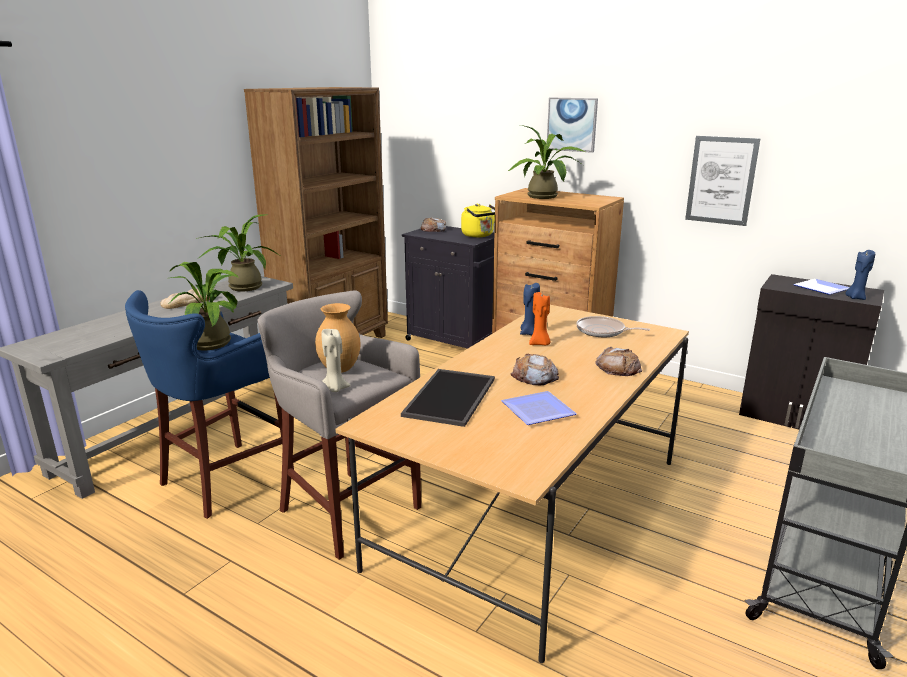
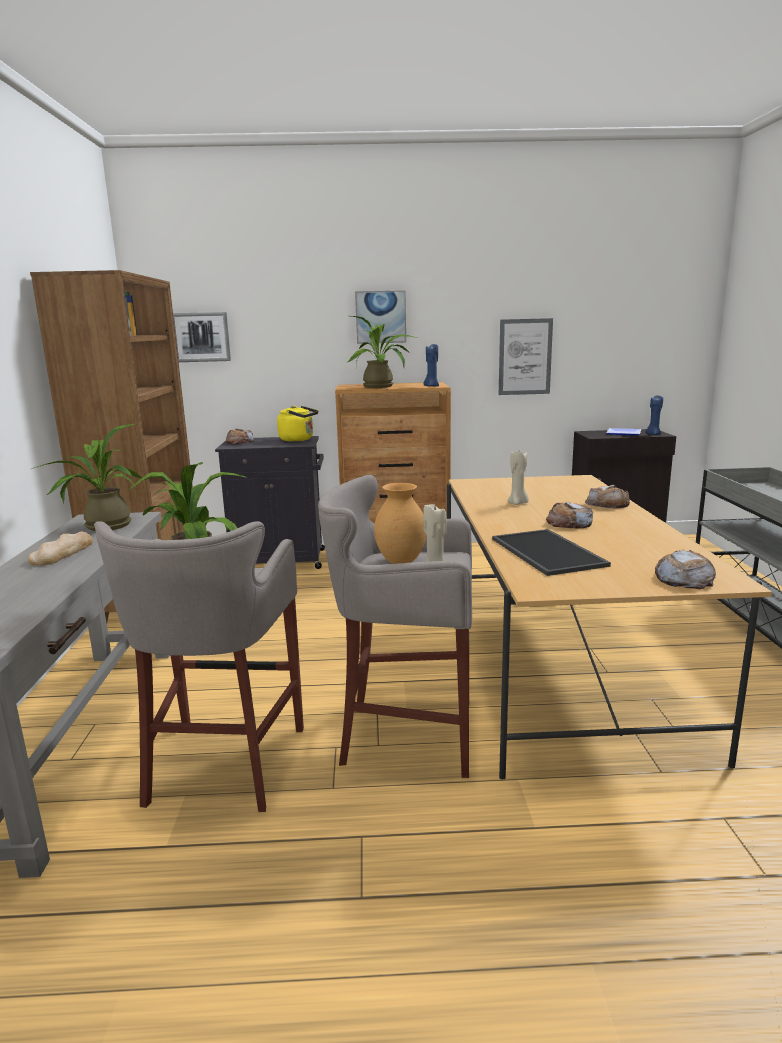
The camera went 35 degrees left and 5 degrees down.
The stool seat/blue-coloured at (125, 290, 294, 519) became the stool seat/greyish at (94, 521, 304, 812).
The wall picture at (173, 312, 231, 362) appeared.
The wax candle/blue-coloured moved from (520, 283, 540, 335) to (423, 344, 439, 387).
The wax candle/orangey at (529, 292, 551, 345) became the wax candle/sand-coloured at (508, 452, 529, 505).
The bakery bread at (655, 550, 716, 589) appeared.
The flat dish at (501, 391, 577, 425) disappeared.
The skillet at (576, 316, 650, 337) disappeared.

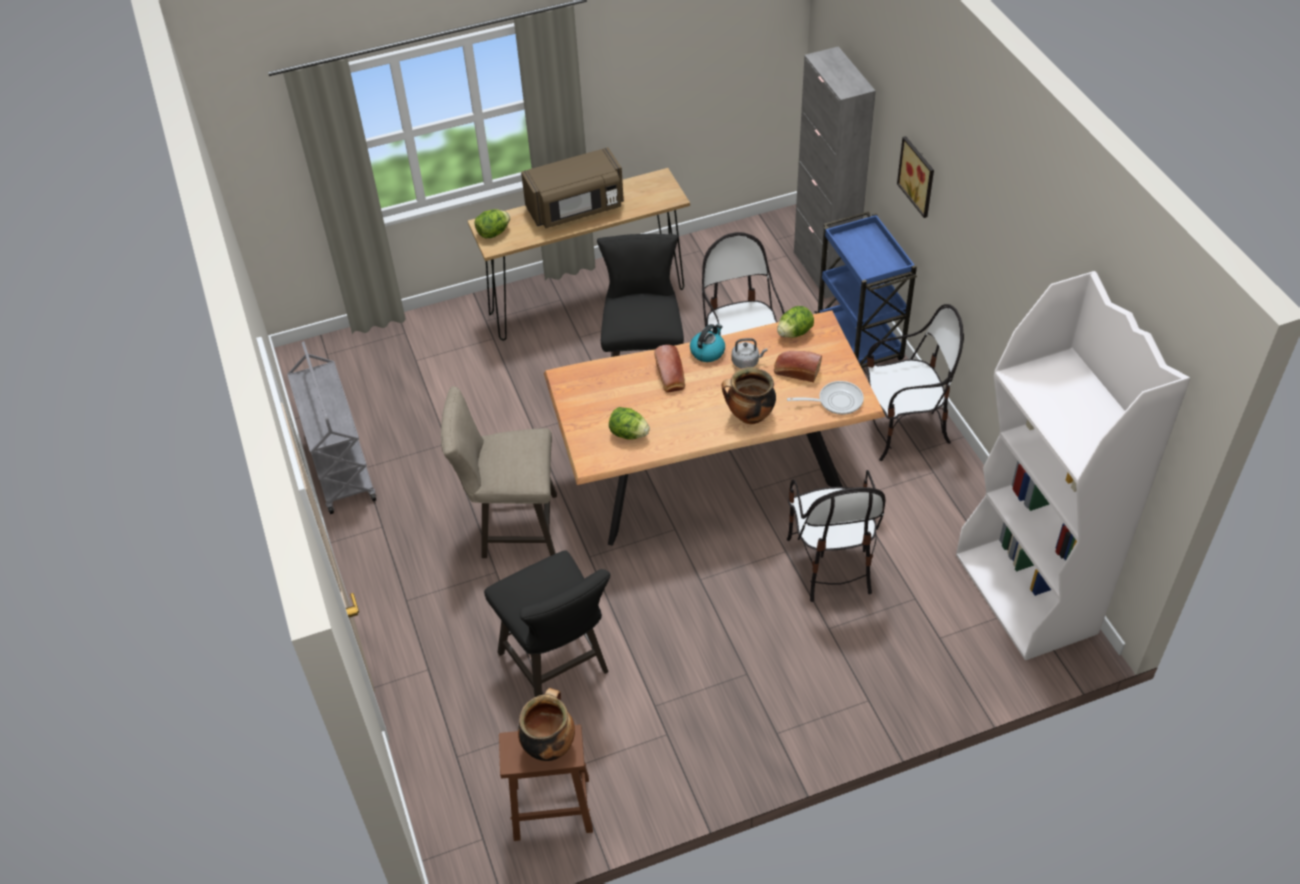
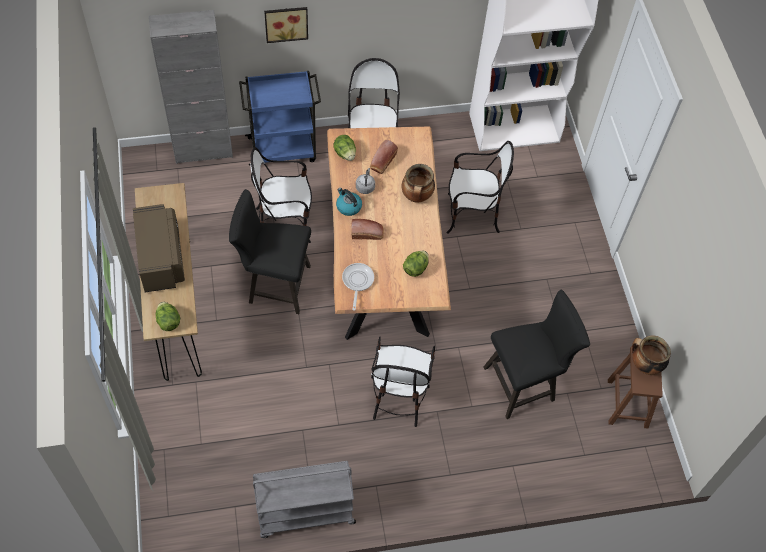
The camera went 85 degrees left and 10 degrees up.
The skillet moved from (787, 381, 864, 415) to (342, 263, 374, 310).
The stool seat/sand-coloured at (441, 386, 557, 558) was replaced by the upright chair at (371, 337, 435, 427).

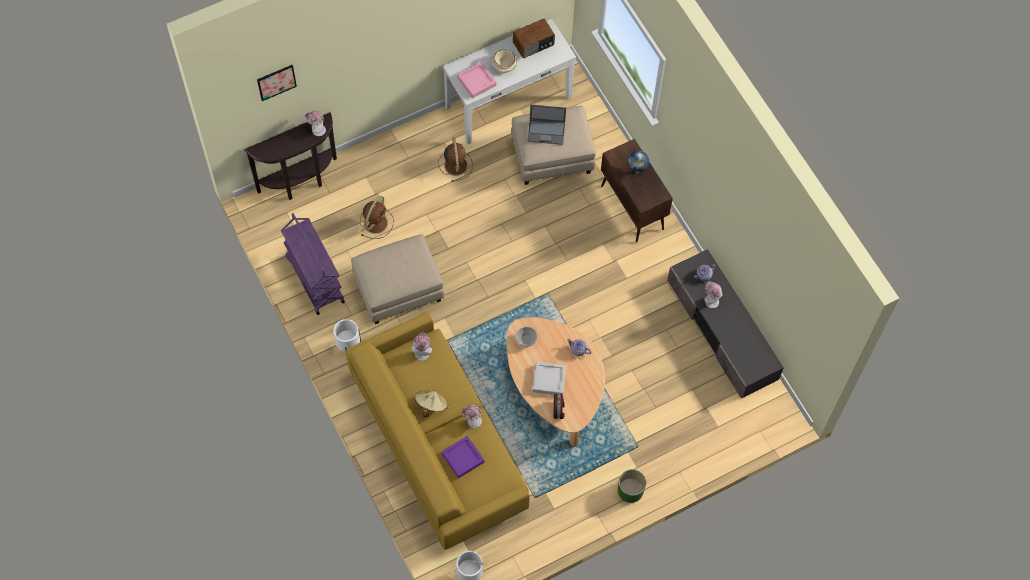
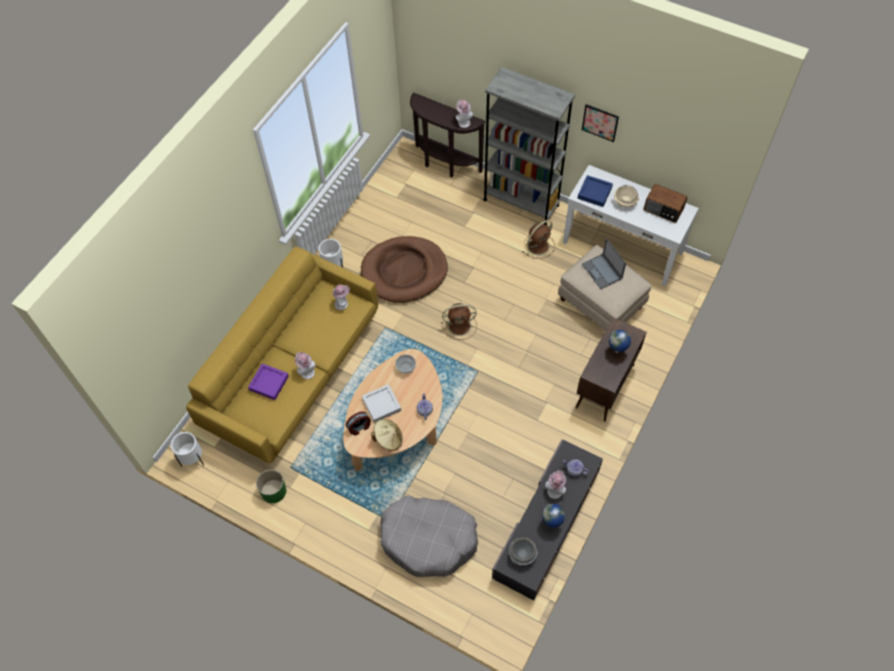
The camera went 60 degrees right and 5 degrees down.
The flower pot/green-coloured moved from (618, 469, 646, 503) to (256, 470, 286, 503).
The pouffe/sand-coloured at (351, 234, 444, 324) was replaced by the dog bed/brown at (361, 236, 448, 303).
The hat/sand-coloured moved from (415, 390, 448, 417) to (371, 419, 403, 451).
The dog bed/greyish at (380, 495, 478, 577) appeared.
The cooling fan/brown moved from (360, 196, 394, 239) to (441, 303, 477, 340).
The bookcase/greyish at (483, 67, 575, 226) appeared.
The deep dish/greyish at (509, 537, 538, 566) appeared.
The world globe at (542, 504, 565, 528) appeared.
The carrying tray/pinkish at (457, 62, 496, 98) became the carrying tray/blue-coloured at (577, 175, 613, 207).
The wall picture moved from (257, 65, 297, 101) to (582, 104, 619, 142).
The trolley/purplish at (281, 213, 345, 315) disappeared.

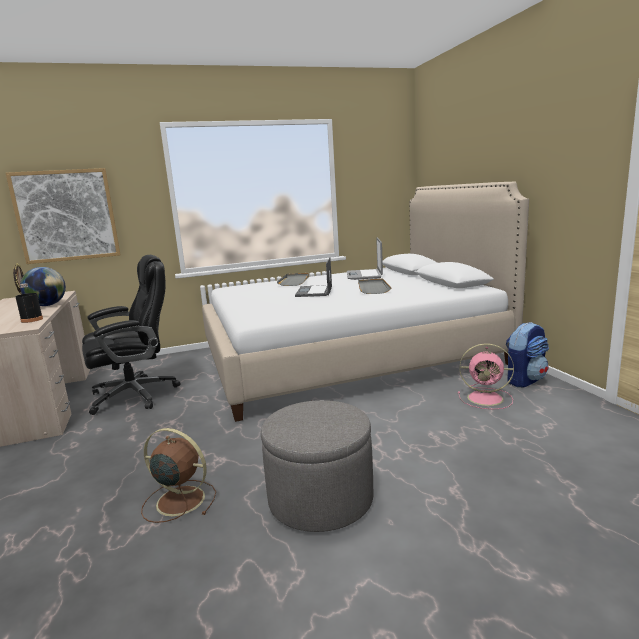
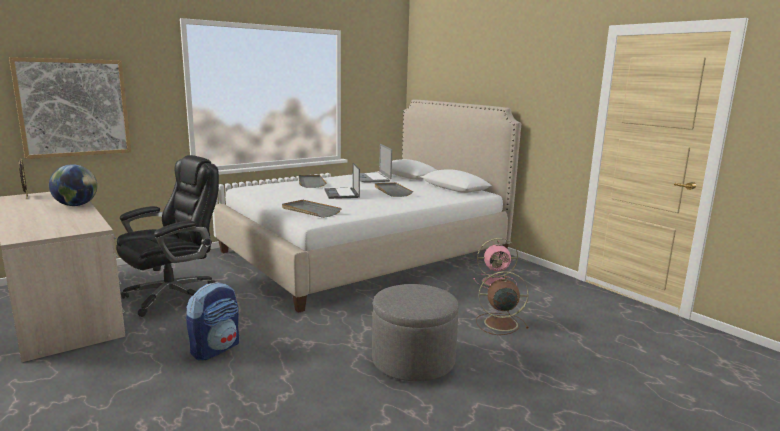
The camera went 20 degrees left and 0 degrees up.
The rucksack moved from (506, 322, 549, 387) to (186, 282, 239, 360).
The carrying tray/greyish at (282, 200, 342, 218) appeared.
The cooling fan/brown moved from (141, 428, 216, 523) to (476, 271, 529, 335).
The bottle/blackish at (15, 283, 43, 323) disappeared.

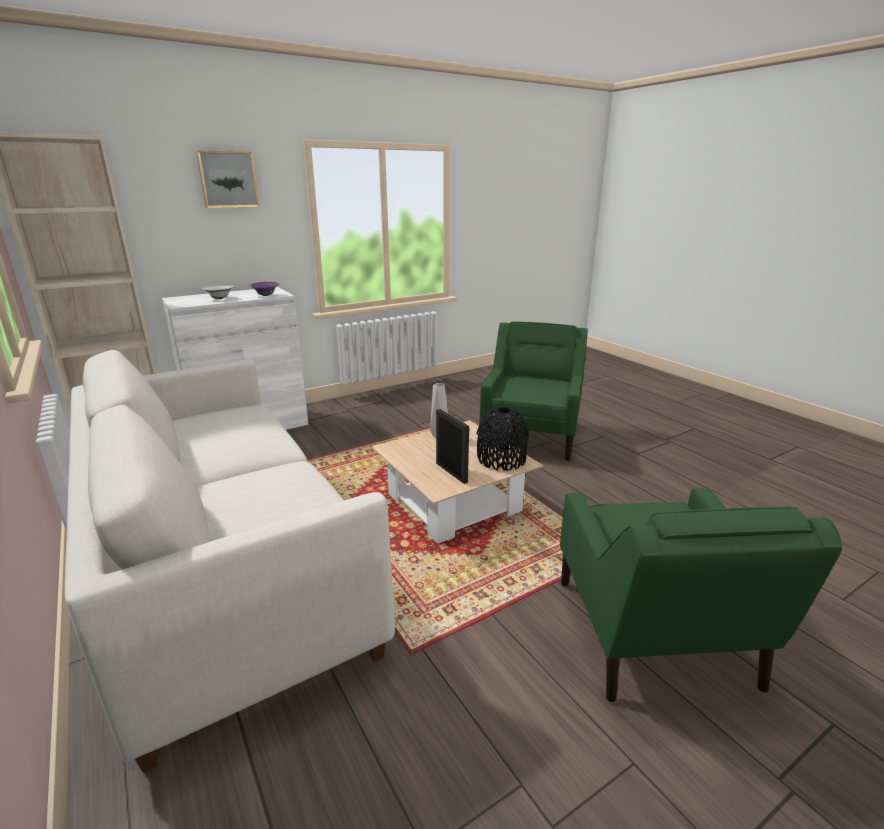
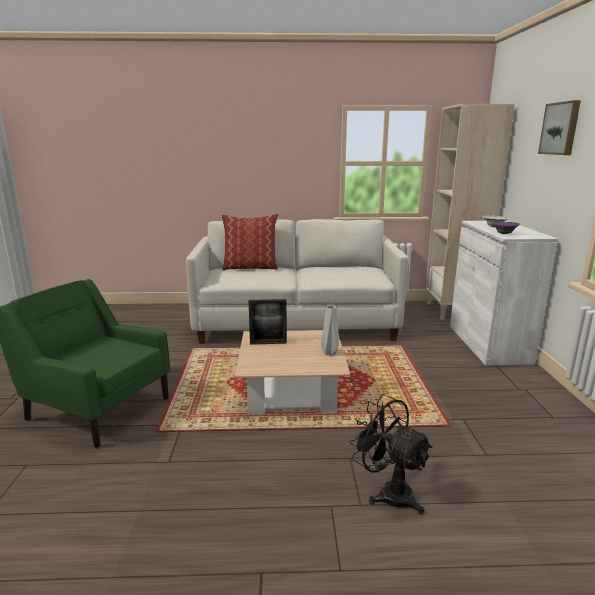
The camera went 120 degrees right and 5 degrees down.
The cushion at (222, 214, 278, 270) appeared.
The lounge chair/green-coloured at (479, 321, 588, 461) was replaced by the cooling fan/blackish at (349, 394, 433, 515).
The flower vase/blackish at (476, 407, 529, 471) disappeared.

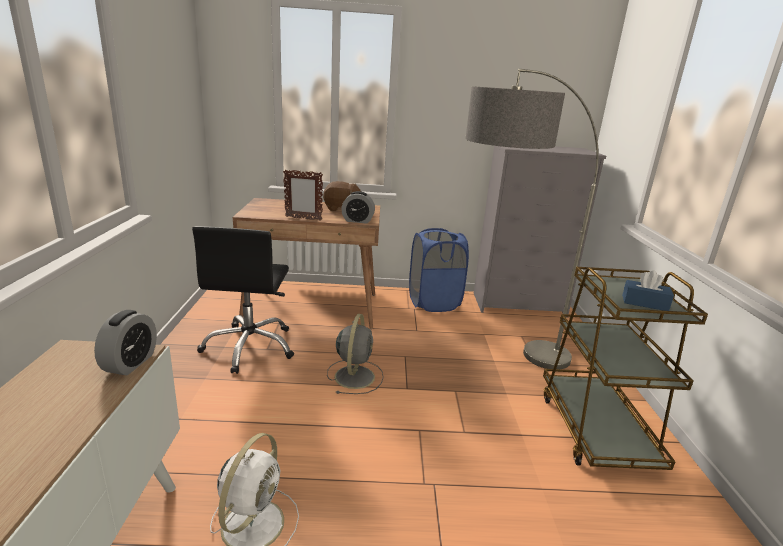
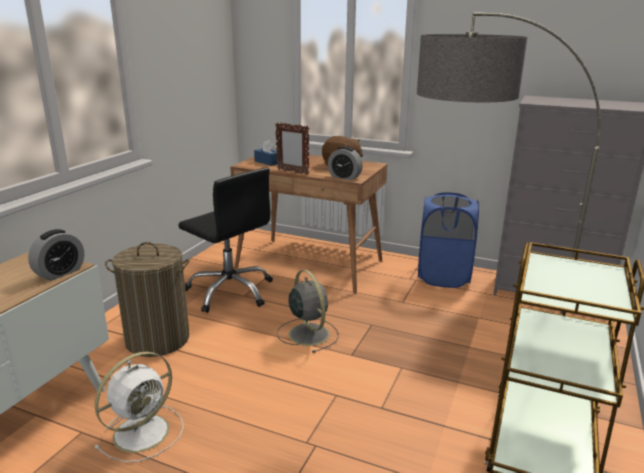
The camera went 25 degrees right and 0 degrees up.
The laundry basket at (105, 242, 190, 357) appeared.
The computer chair/blackish at (192, 226, 294, 374) turned 75 degrees counterclockwise.
The box of tissues/blue-coloured moved from (622, 271, 674, 311) to (254, 140, 280, 166).
The cooling fan/greyish at (327, 314, 384, 394) turned 60 degrees counterclockwise.

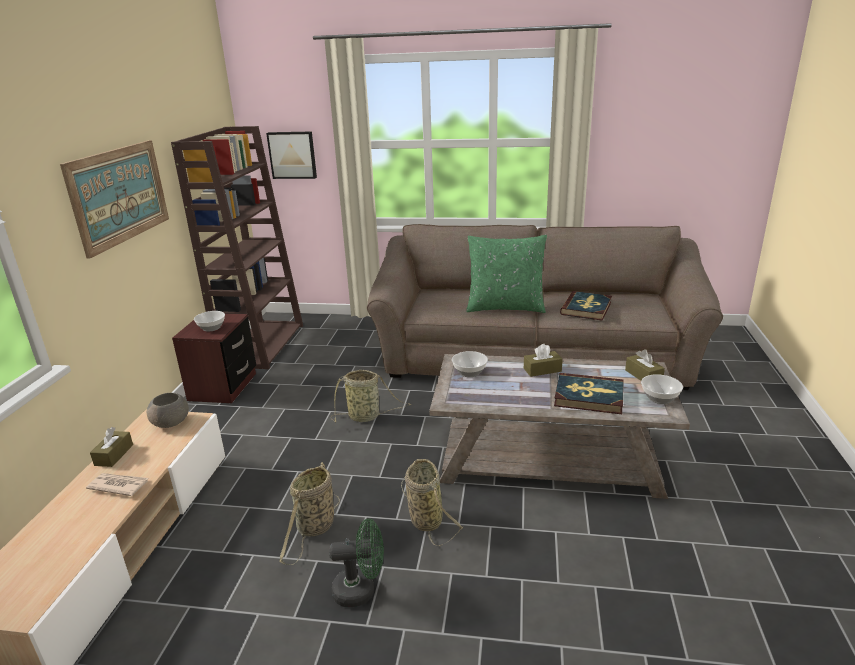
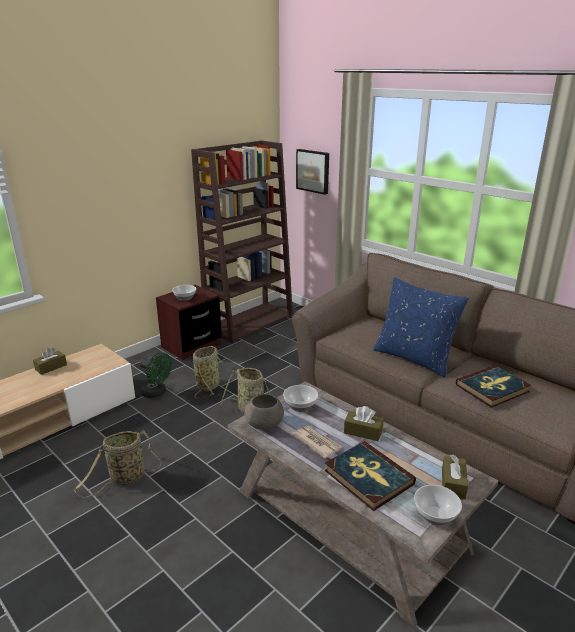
The camera went 35 degrees right and 0 degrees up.
The cooling fan/green-coloured moved from (329, 518, 384, 607) to (140, 352, 172, 398).
The basket moved from (401, 459, 464, 546) to (193, 346, 222, 398).
The deep dish/greyish moved from (147, 393, 189, 428) to (245, 394, 284, 430).
The newspaper moved from (86, 473, 148, 496) to (292, 425, 342, 458).
The cushion/green-coloured at (466, 235, 547, 313) became the cushion/blue-coloured at (373, 277, 469, 377).
The wall picture at (60, 140, 169, 259) disappeared.

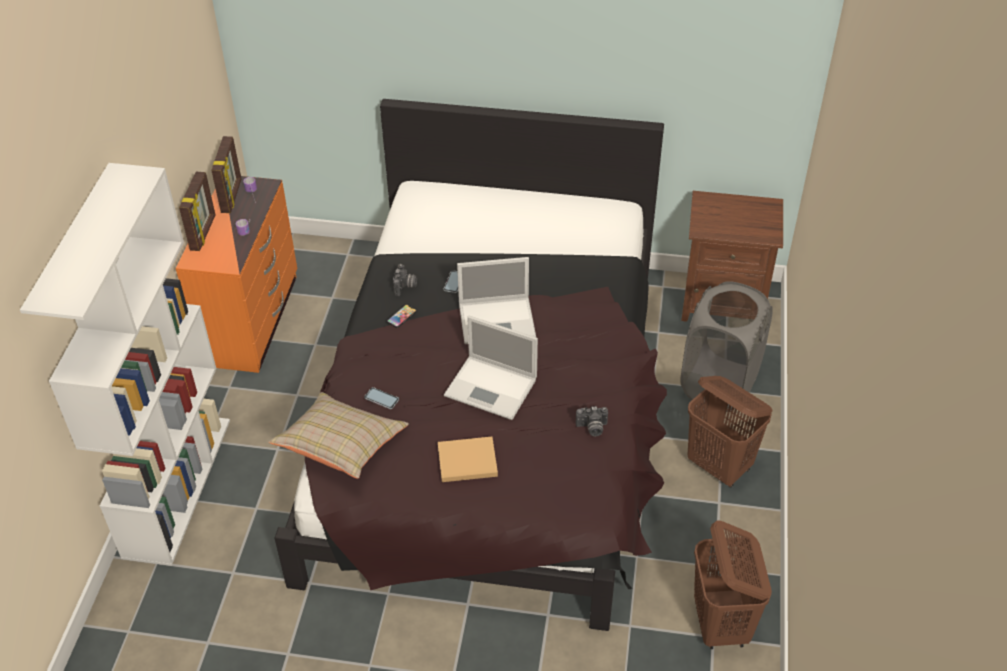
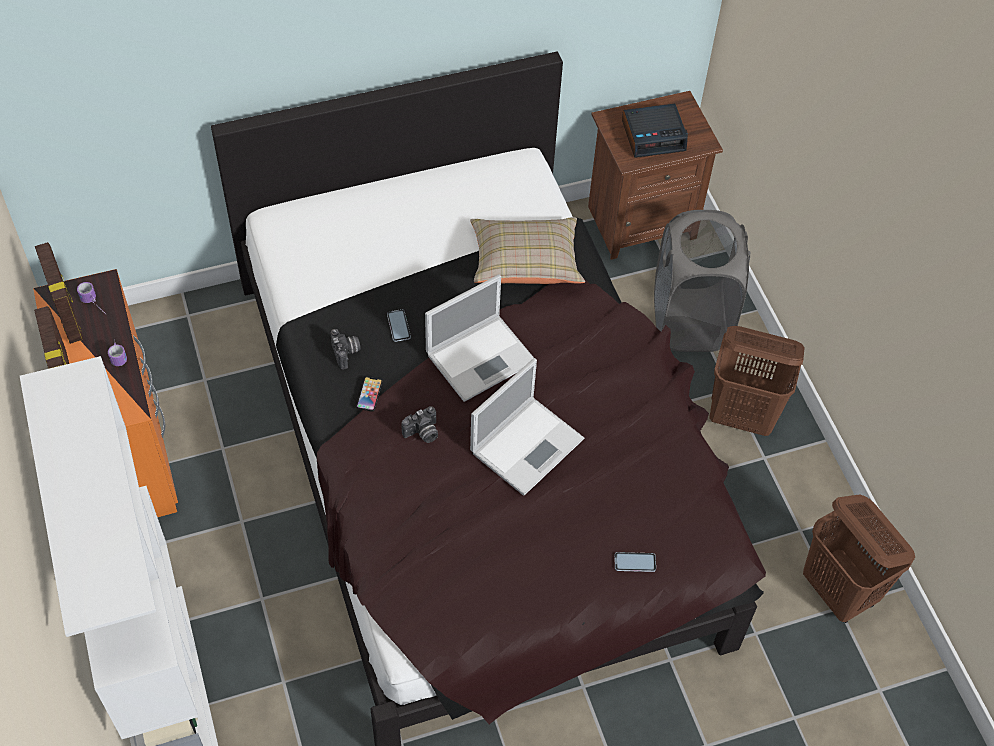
The camera went 30 degrees left and 10 degrees up.
The still camera moved from (576, 406, 608, 436) to (401, 406, 438, 443).
The cushion/sand-coloured moved from (268, 392, 409, 479) to (470, 217, 585, 284).
The notebook computer at (444, 316, 538, 420) turned 45 degrees counterclockwise.
The phone moved from (364, 387, 399, 409) to (614, 552, 656, 572).
The table clock at (622, 104, 688, 158) appeared.
The bound book/sand-coloured at (438, 436, 498, 482) disappeared.

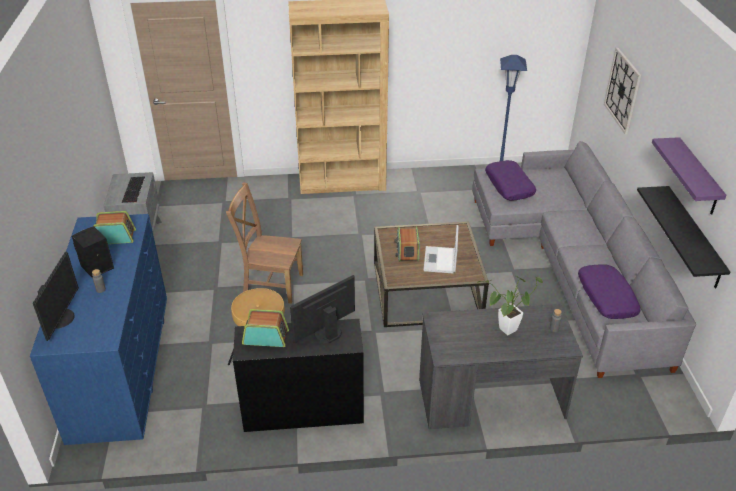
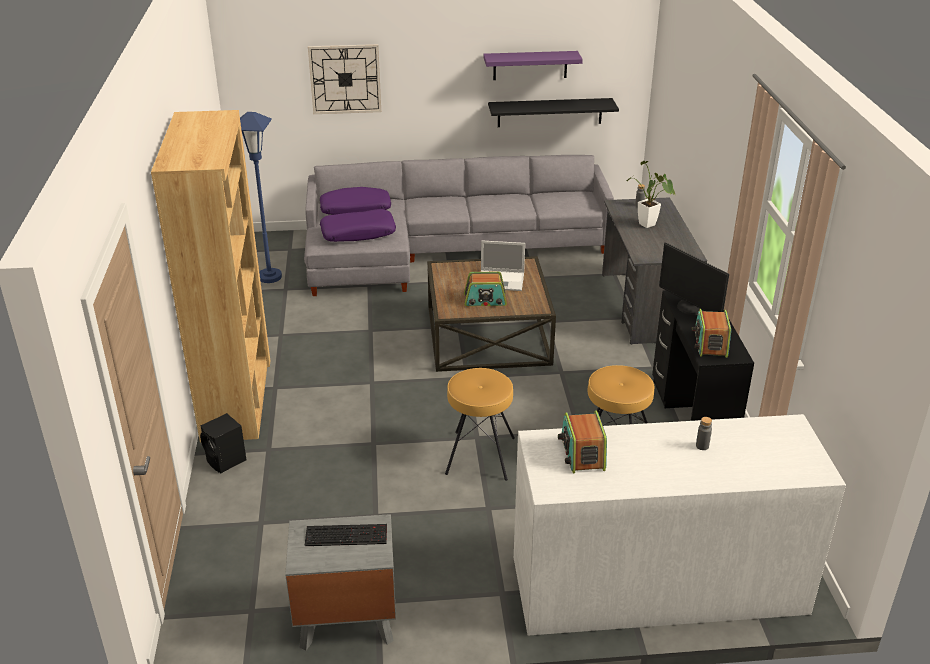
The camera went 90 degrees left and 5 degrees down.
The audio speaker/blackish moved from (72, 226, 114, 278) to (200, 413, 246, 473).
The cushion/purplish moved from (578, 264, 640, 319) to (320, 187, 391, 215).
The upright chair/brown at (226, 182, 303, 304) was replaced by the stool seat/brown at (445, 368, 515, 481).
The dresser/blue-coloured at (30, 214, 167, 445) became the dresser/white-coloured at (514, 414, 846, 636).
The computer screen at (33, 251, 79, 341) disappeared.

